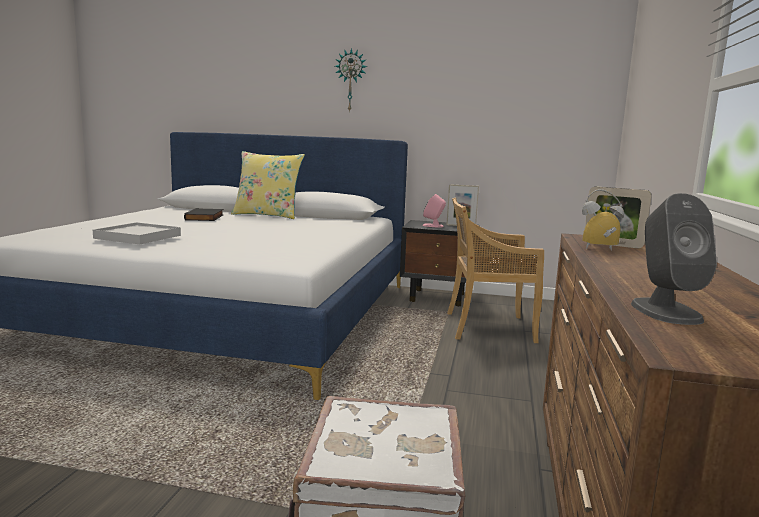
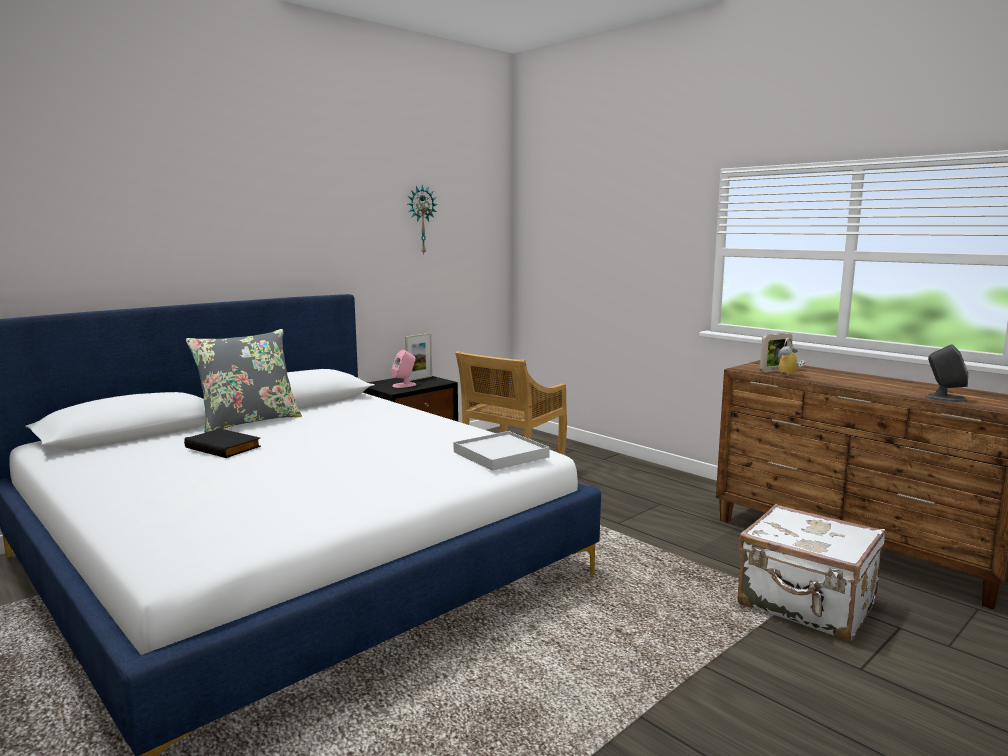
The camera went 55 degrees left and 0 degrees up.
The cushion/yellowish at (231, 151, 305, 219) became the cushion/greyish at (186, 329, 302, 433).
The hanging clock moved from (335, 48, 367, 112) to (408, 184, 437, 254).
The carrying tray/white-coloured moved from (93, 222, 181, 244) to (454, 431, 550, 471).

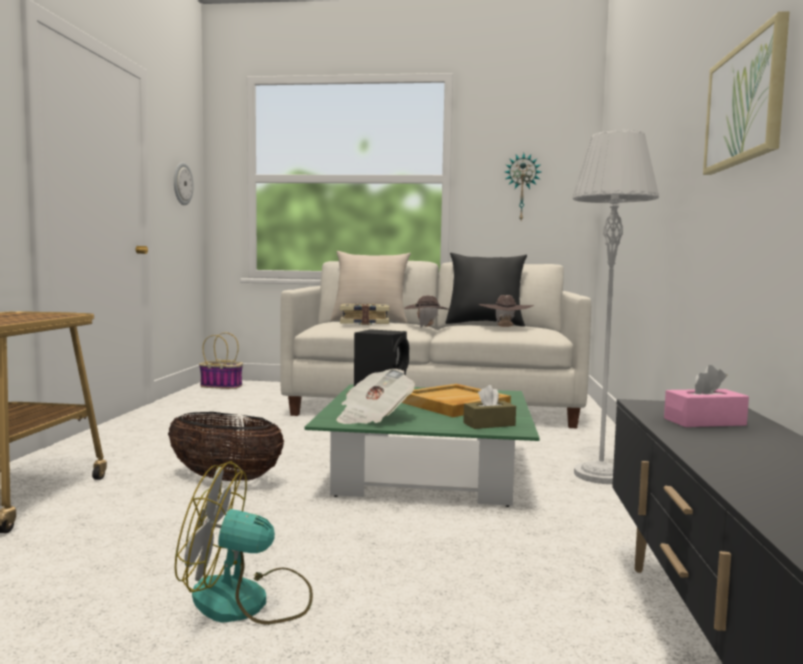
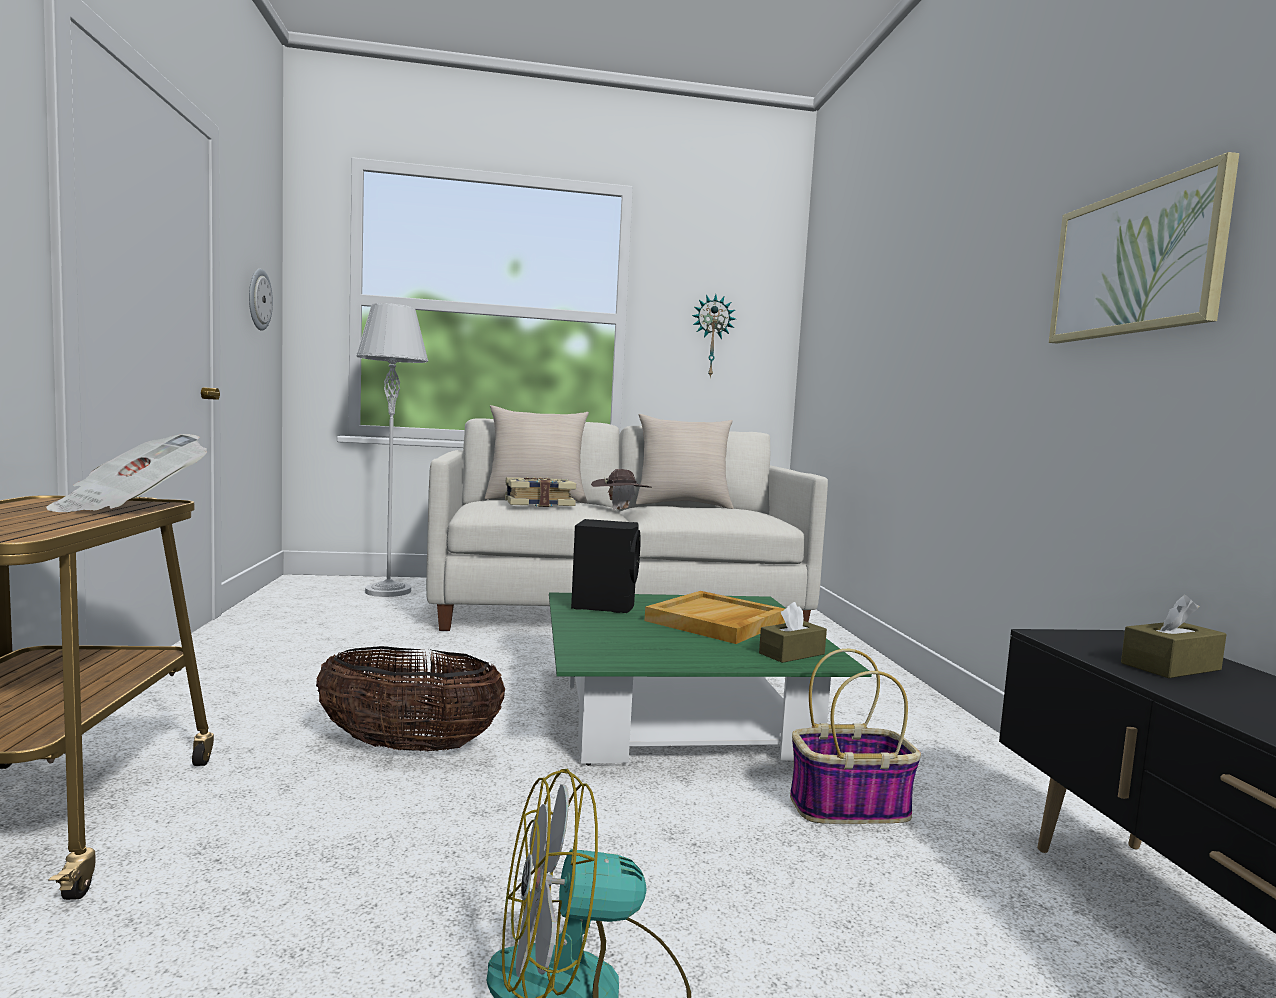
The camera went 15 degrees left and 0 degrees up.
The newspaper moved from (336, 369, 415, 424) to (46, 434, 207, 512).
The standard lamp/greyish moved from (572, 130, 659, 484) to (356, 303, 428, 597).
The cushion/blackish at (445, 253, 527, 327) became the cushion/sand-coloured at (636, 414, 734, 509).
The basket moved from (199, 332, 243, 389) to (790, 649, 921, 824).
The box of tissues/pinkish at (664, 365, 749, 427) became the box of tissues/brown at (1121, 594, 1227, 678).
The hat/brown at (478, 295, 534, 327) disappeared.

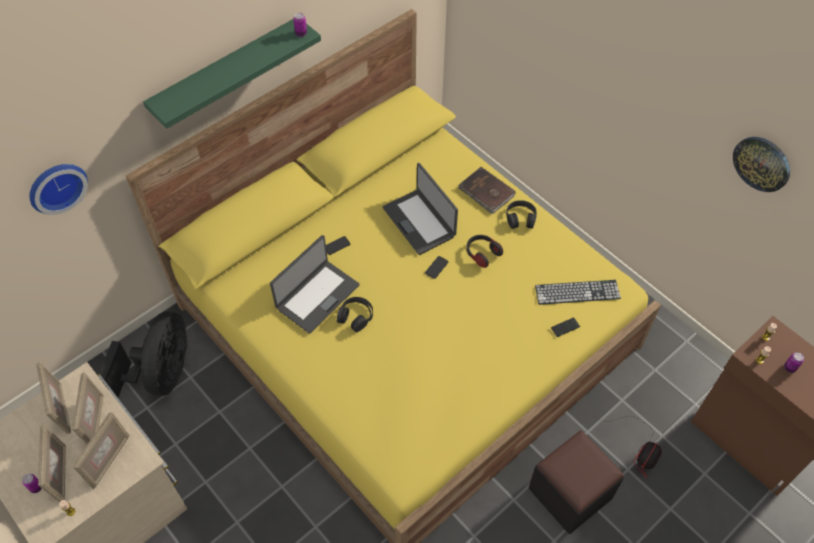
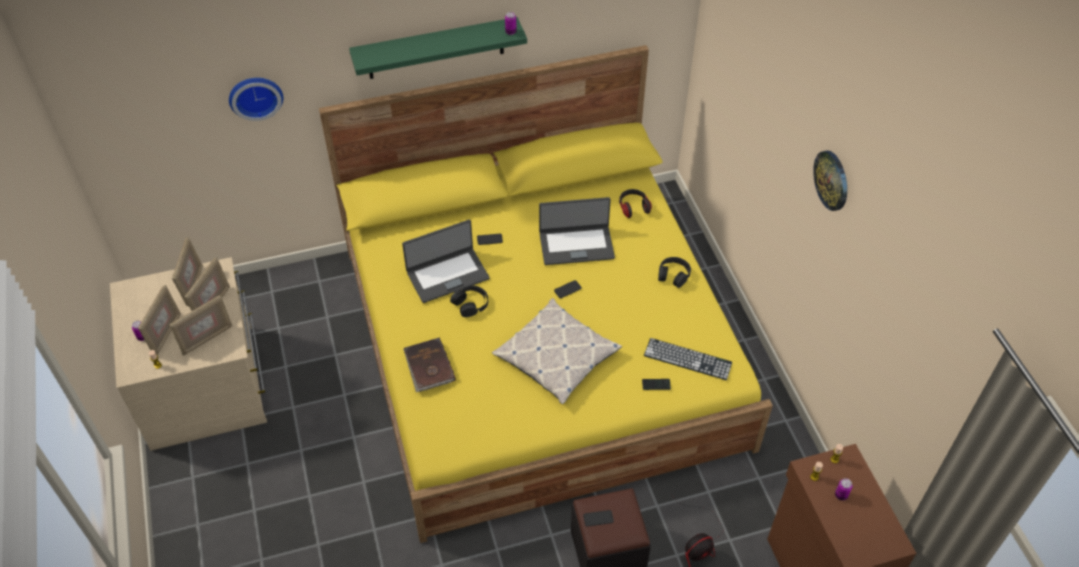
The camera went 25 degrees right and 5 degrees down.
The bound book/brown moved from (458, 167, 516, 214) to (403, 338, 456, 392).
The cushion at (492, 298, 622, 404) appeared.
The notebook computer at (383, 163, 458, 255) turned 90 degrees counterclockwise.
The phone at (583, 510, 614, 527) appeared.
The headset moved from (466, 235, 503, 268) to (619, 189, 652, 218).
The hanging clock moved from (733, 137, 790, 192) to (813, 150, 847, 211).
The cooling fan/blackish at (99, 312, 188, 397) disappeared.

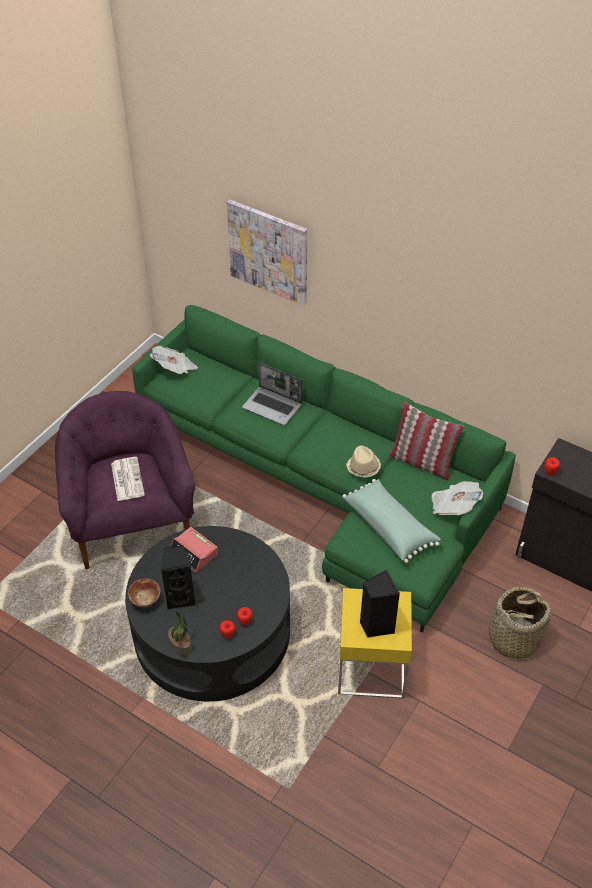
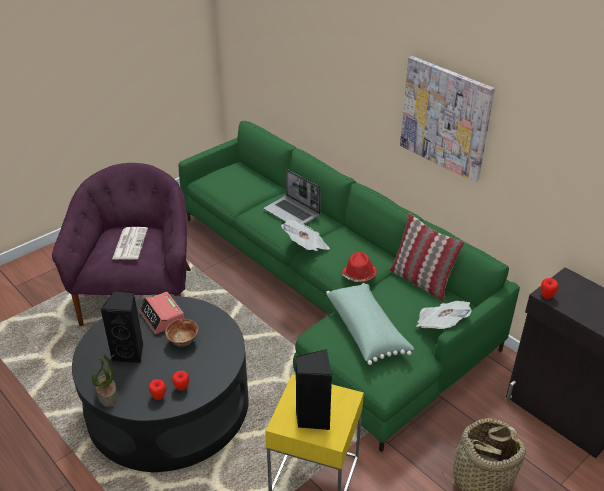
The camera went 15 degrees right and 10 degrees down.
The deep dish moved from (128, 578, 160, 607) to (165, 319, 198, 347).
The newspaper moved from (150, 346, 198, 374) to (281, 220, 330, 251).
The hat/sand-coloured at (346, 446, 381, 477) became the hat/red-coloured at (342, 252, 377, 282).
The wall picture moved from (227, 199, 307, 306) to (400, 56, 495, 183).

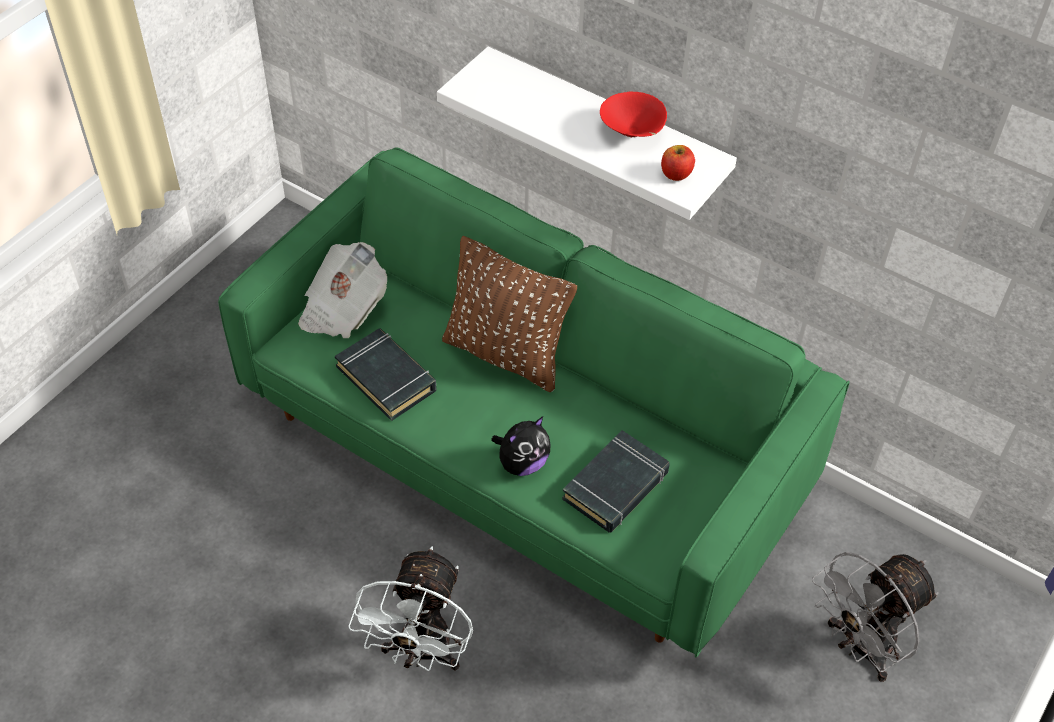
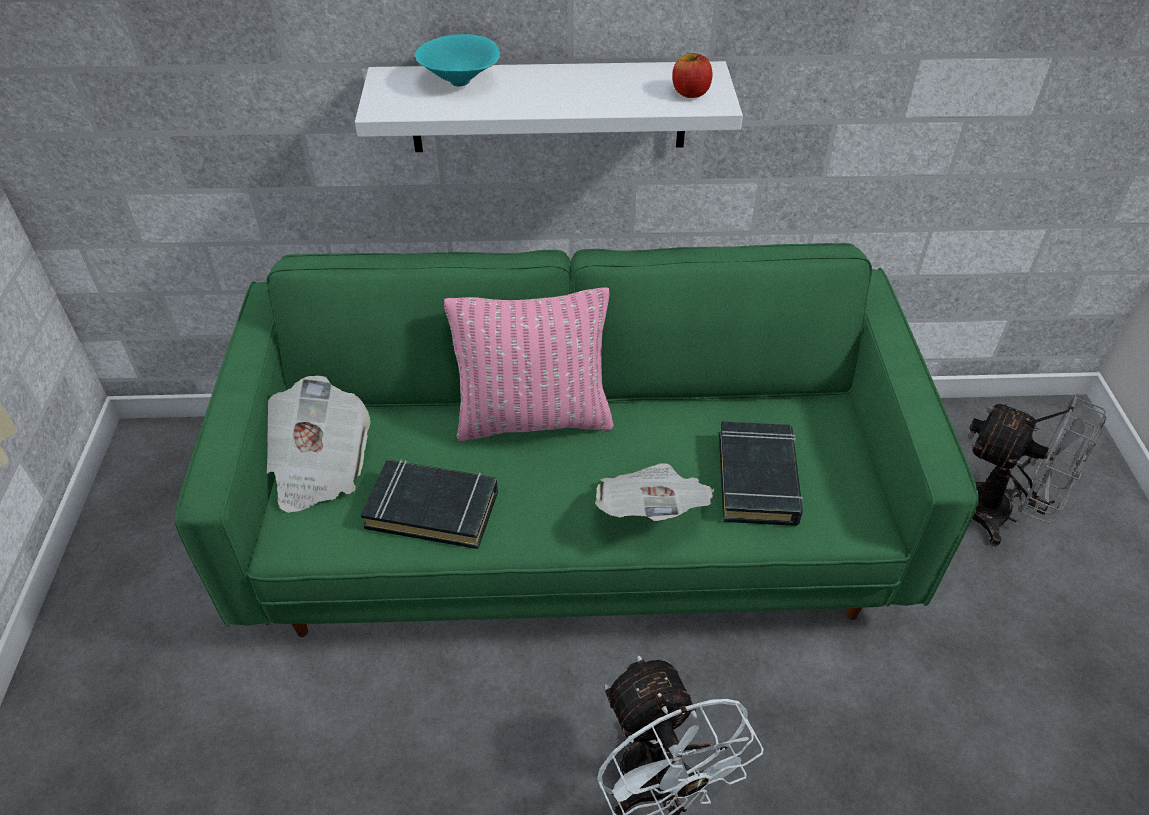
The camera went 35 degrees left and 5 degrees down.
The deep dish/blue-green at (415, 34, 500, 86) appeared.
The cushion/brown at (442, 236, 577, 392) became the cushion/pinkish at (444, 287, 614, 441).
The plush toy at (491, 417, 550, 476) was replaced by the newspaper at (595, 463, 714, 521).
The cooling fan/greyish at (812, 552, 939, 682) turned 75 degrees counterclockwise.
The deep dish/red-coloured at (600, 91, 667, 137) disappeared.

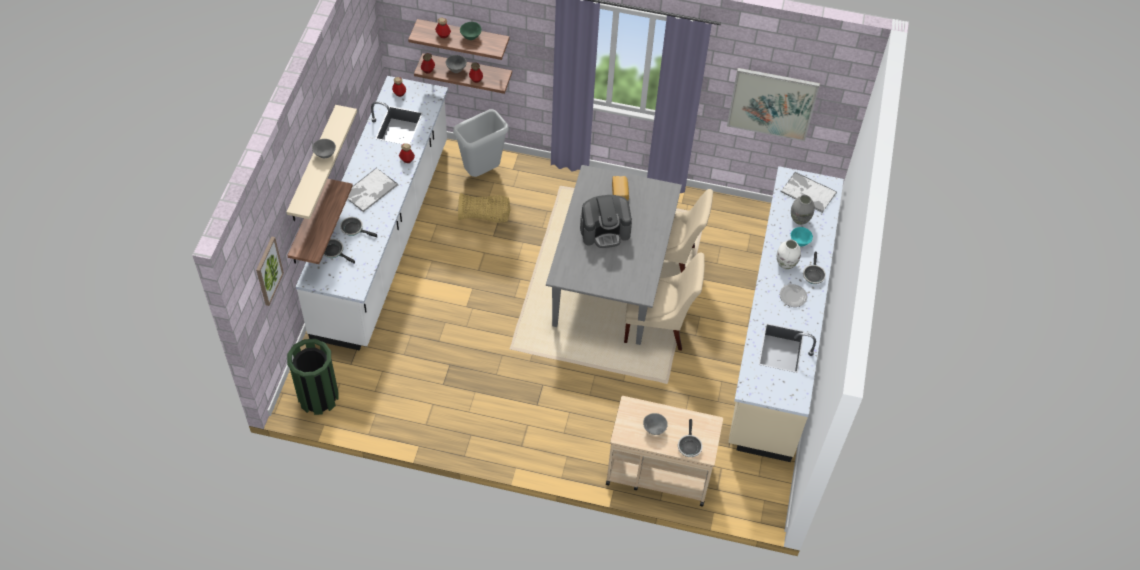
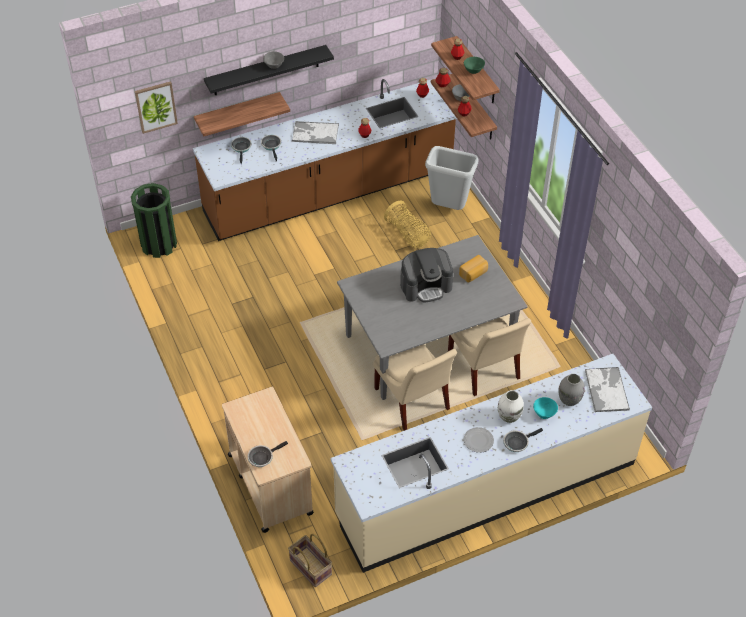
The camera went 55 degrees right and 5 degrees down.
The counter/white-coloured at (296, 76, 448, 350) became the counter/brown at (193, 79, 457, 241).
The bracket shelf/sand-coloured at (287, 105, 357, 221) became the bracket shelf/blackish at (204, 45, 334, 95).
The basket at (288, 534, 332, 587) appeared.
The coffee machine at (580, 195, 632, 248) turned 60 degrees counterclockwise.
The deep dish/greyish at (643, 413, 668, 435) disappeared.
The wall picture at (727, 68, 820, 141) disappeared.

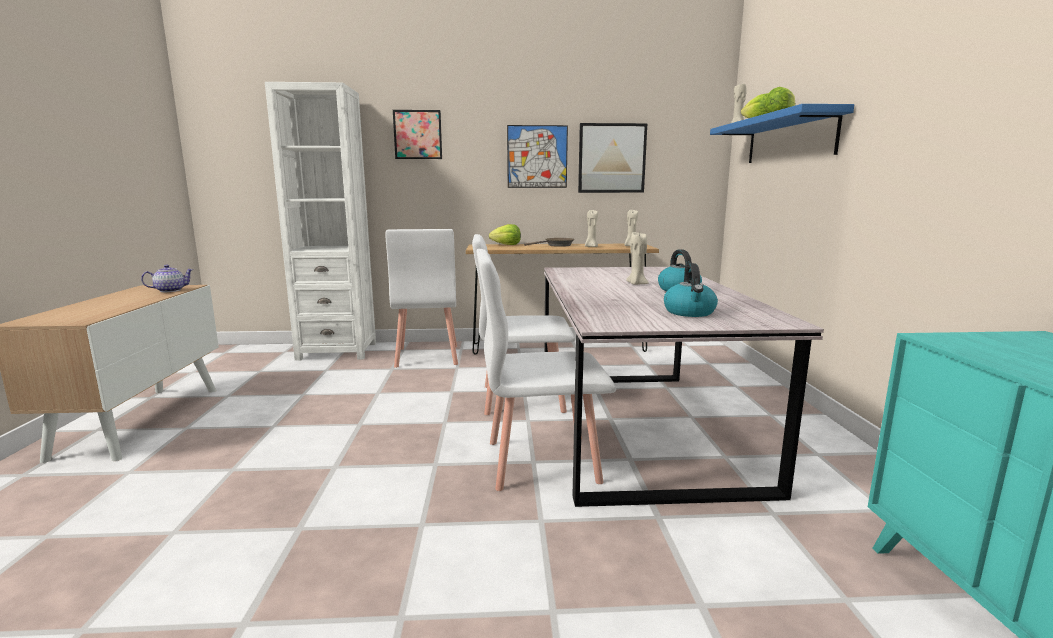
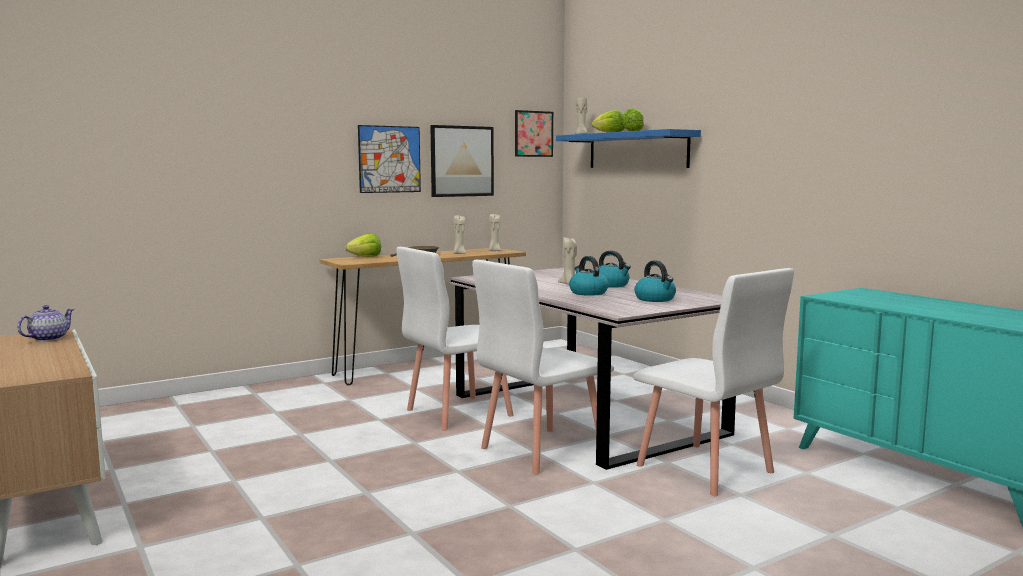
The camera went 30 degrees left and 5 degrees down.
The wall picture moved from (393, 110, 442, 159) to (515, 110, 553, 157).
The water kettle at (569, 256, 609, 296) appeared.
The upright chair/white-coloured moved from (386, 229, 458, 368) to (633, 268, 794, 496).
The bookcase/white-coloured at (265, 82, 376, 361) disappeared.

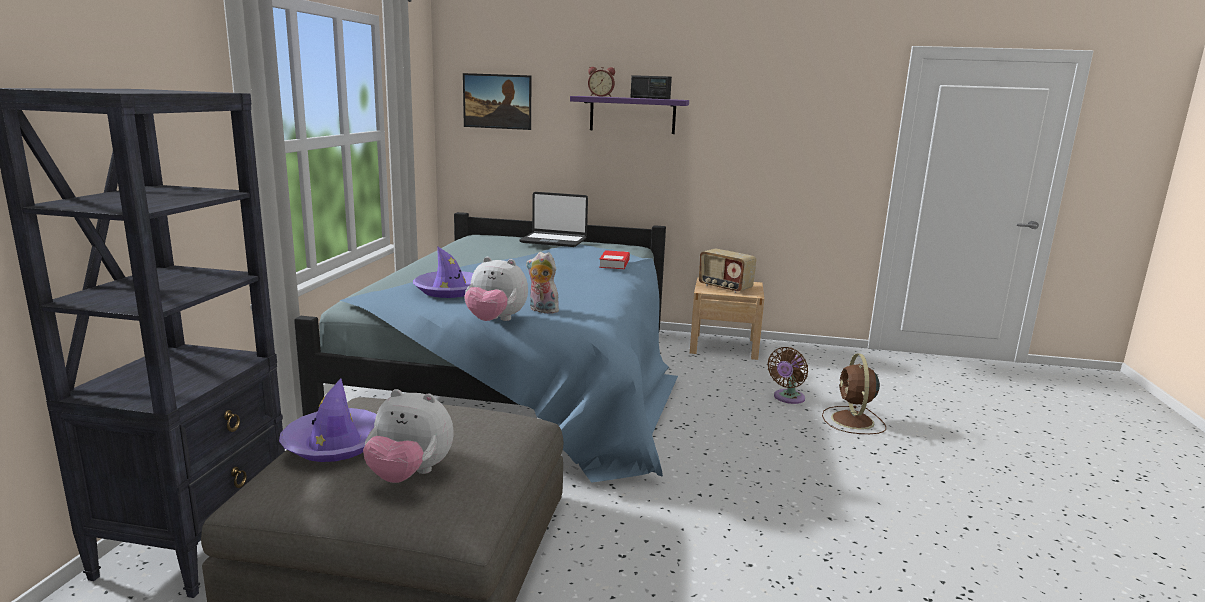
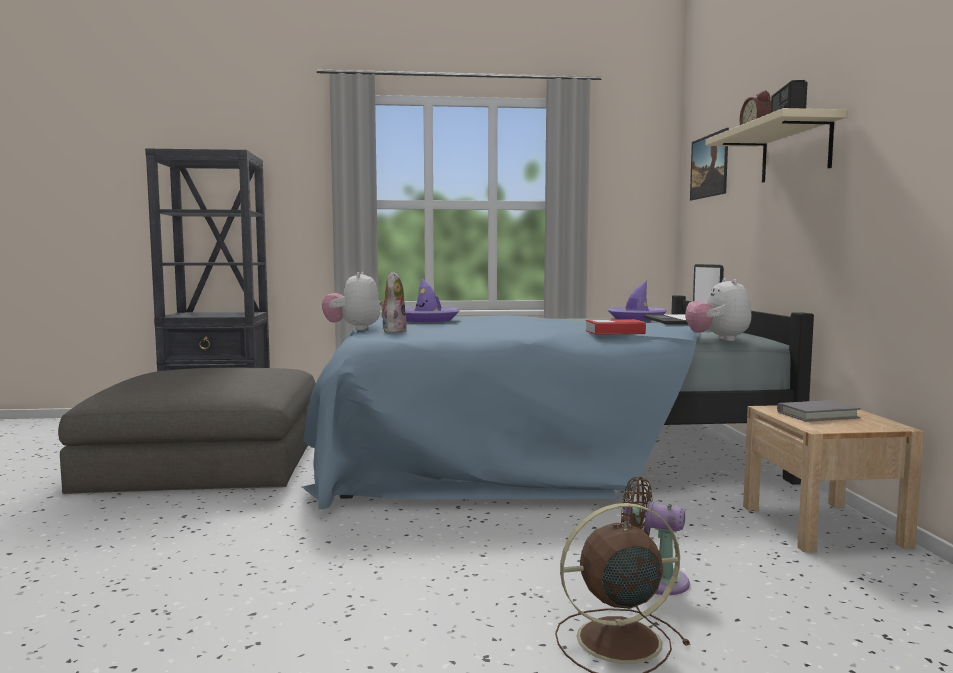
The camera went 75 degrees right and 10 degrees down.
The hat/purplish moved from (279, 378, 377, 462) to (607, 281, 667, 321).
The plush toy moved from (363, 389, 453, 483) to (685, 278, 751, 341).
The bracket shelf/purplish at (570, 96, 689, 134) became the bracket shelf/sand-coloured at (706, 108, 847, 183).
The radio set at (699, 248, 756, 293) was replaced by the bound book/greyish at (777, 400, 861, 422).

